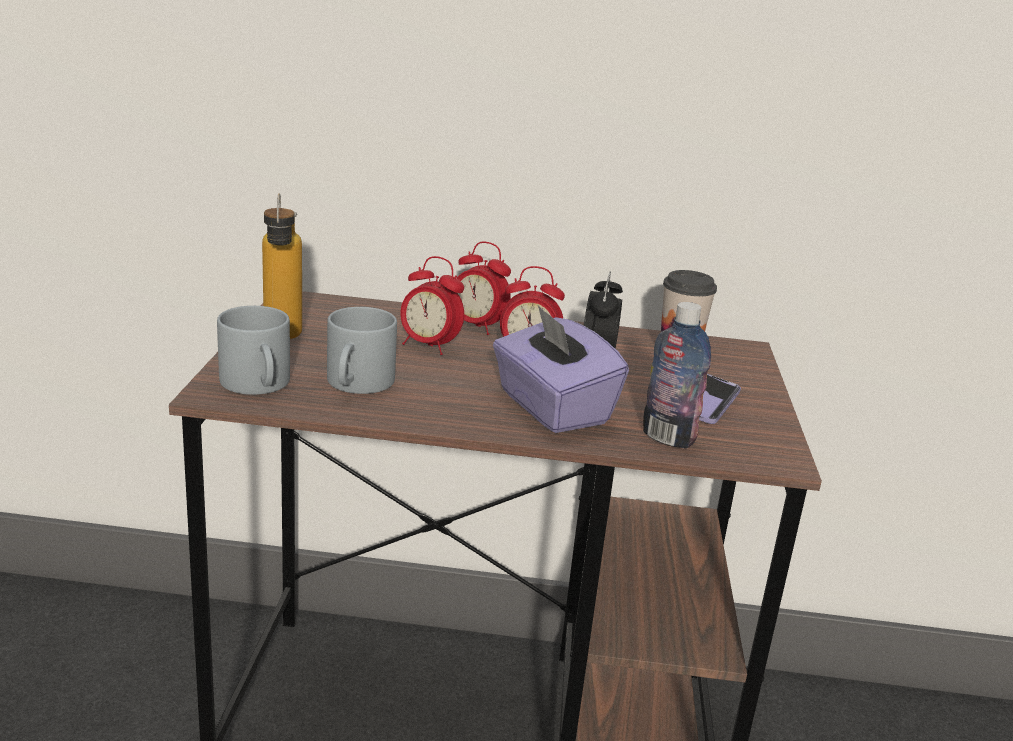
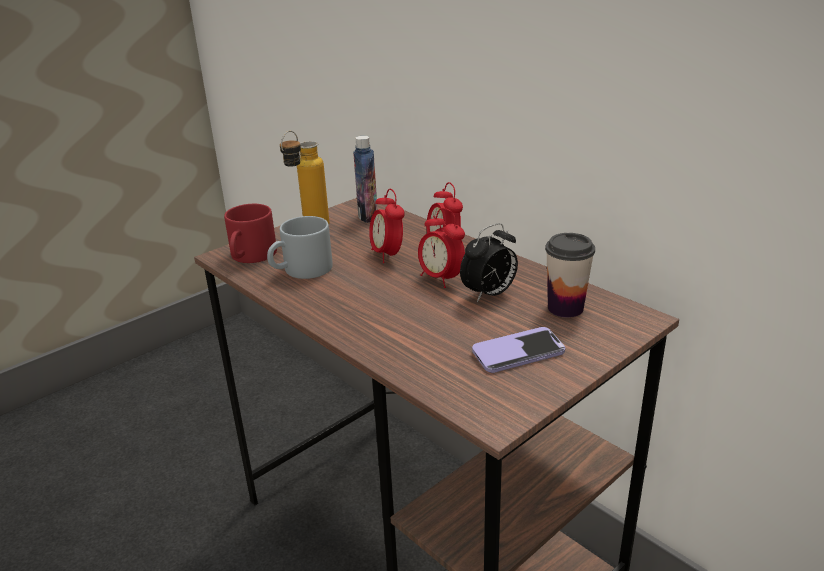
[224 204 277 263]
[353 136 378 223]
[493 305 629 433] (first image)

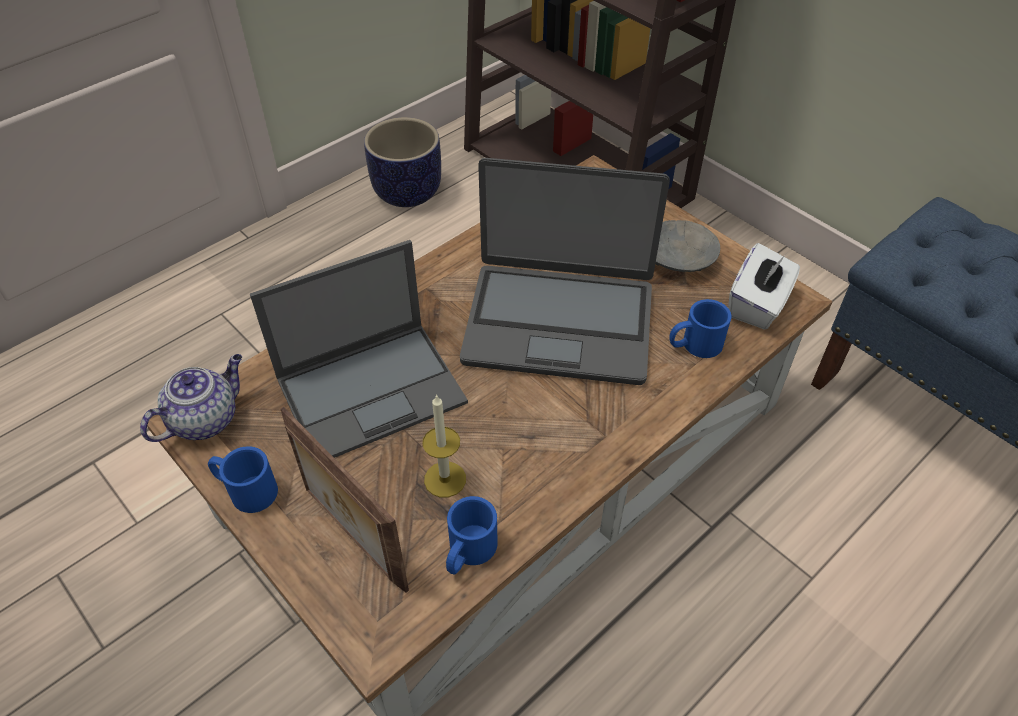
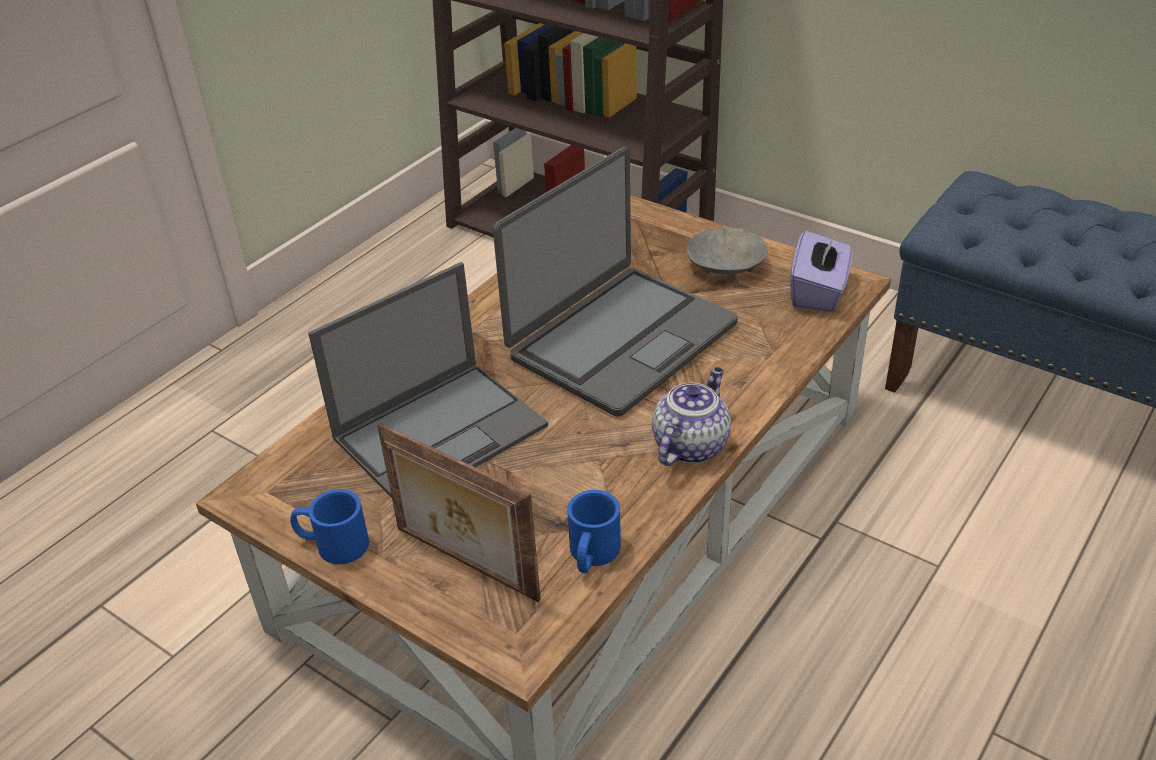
[493 147 738 417]
[652 367 731 466]
[790 231 853 313]
[364 117 441 207] (first image)
[422 394 466 498] (first image)
[669 299 732 358] (first image)

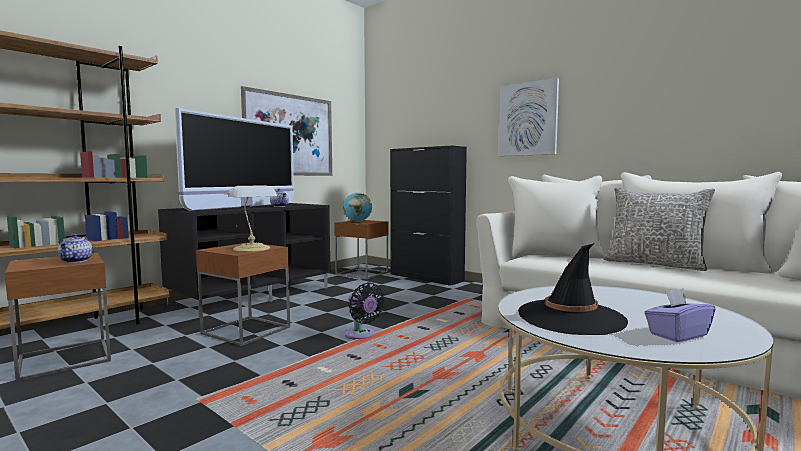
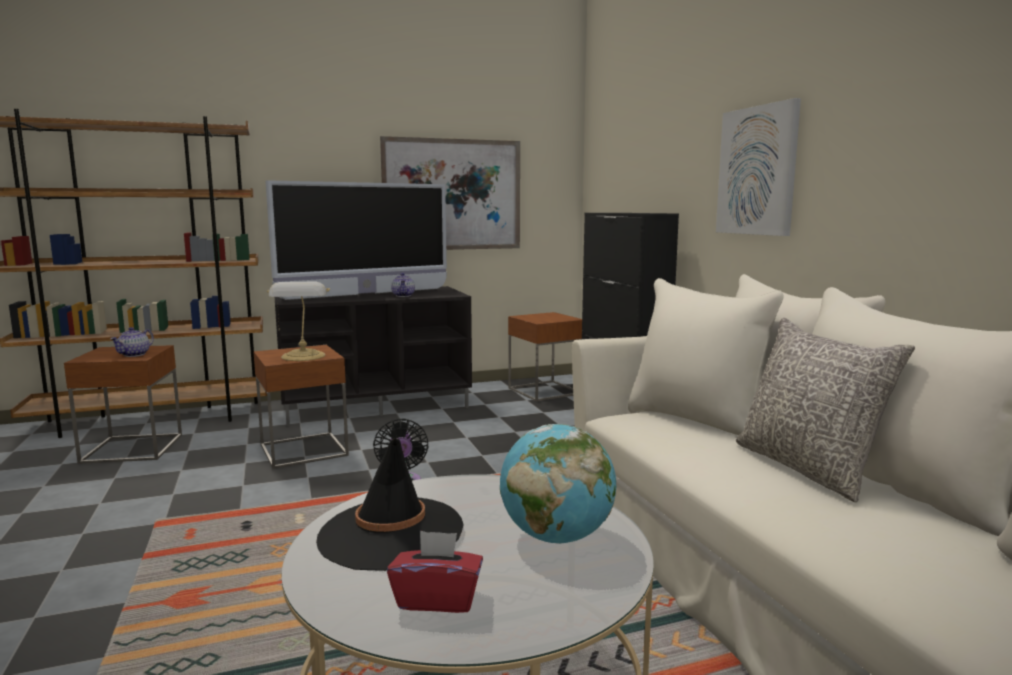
[387 530 483 613]
[500 424 616 544]

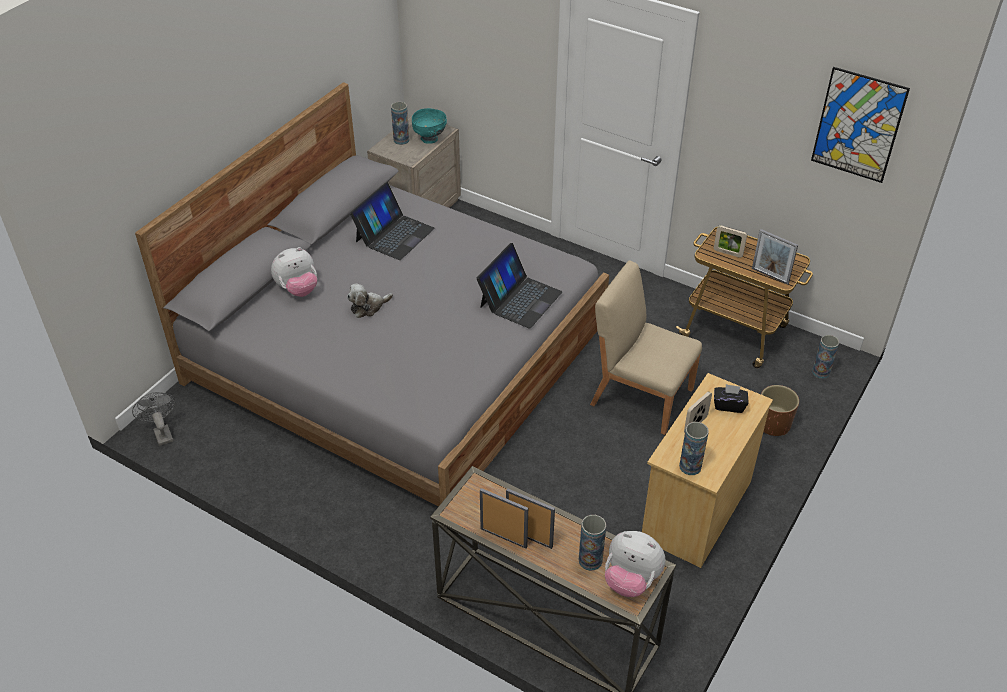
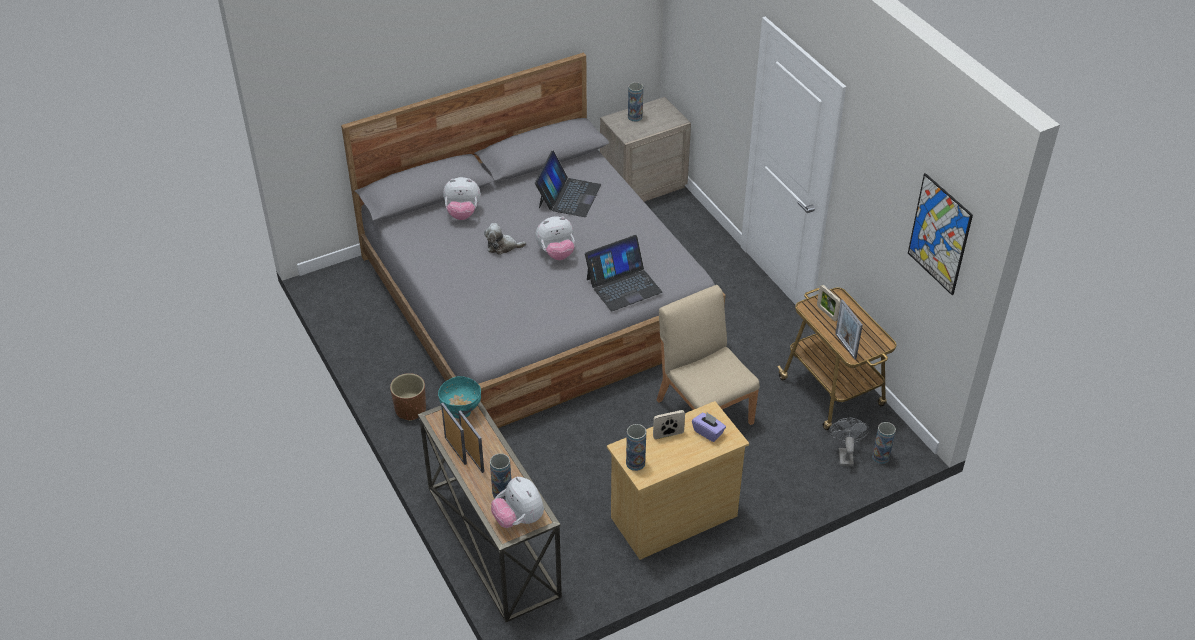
[390 373 426 421]
[438 376 481 419]
[535 150 601 217]
[535 216 575 260]
[692 412 726 442]
[829 418 869 466]

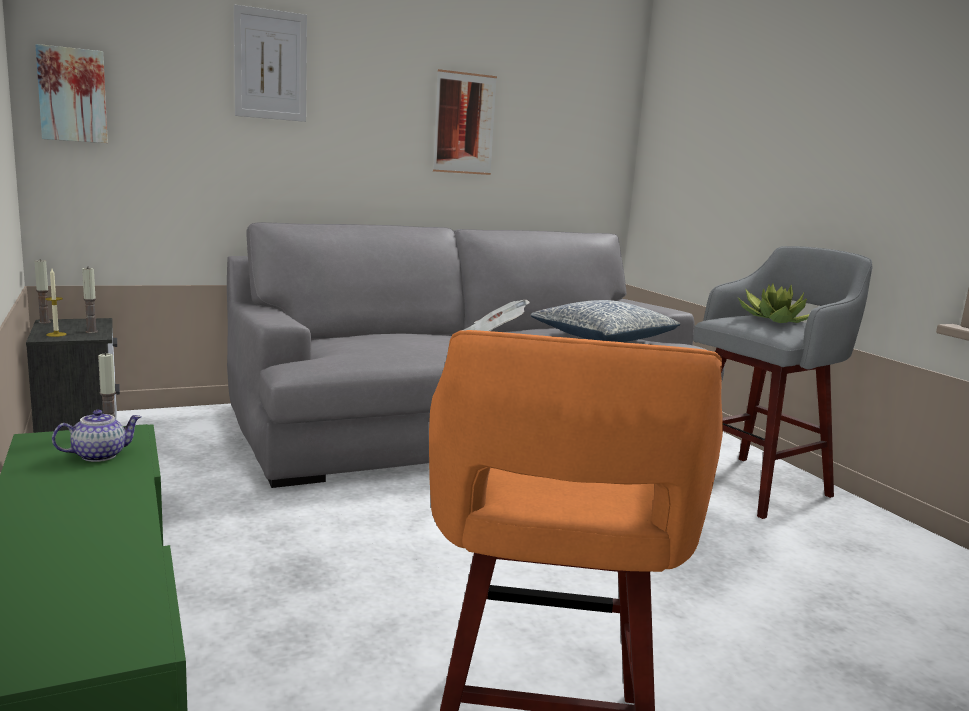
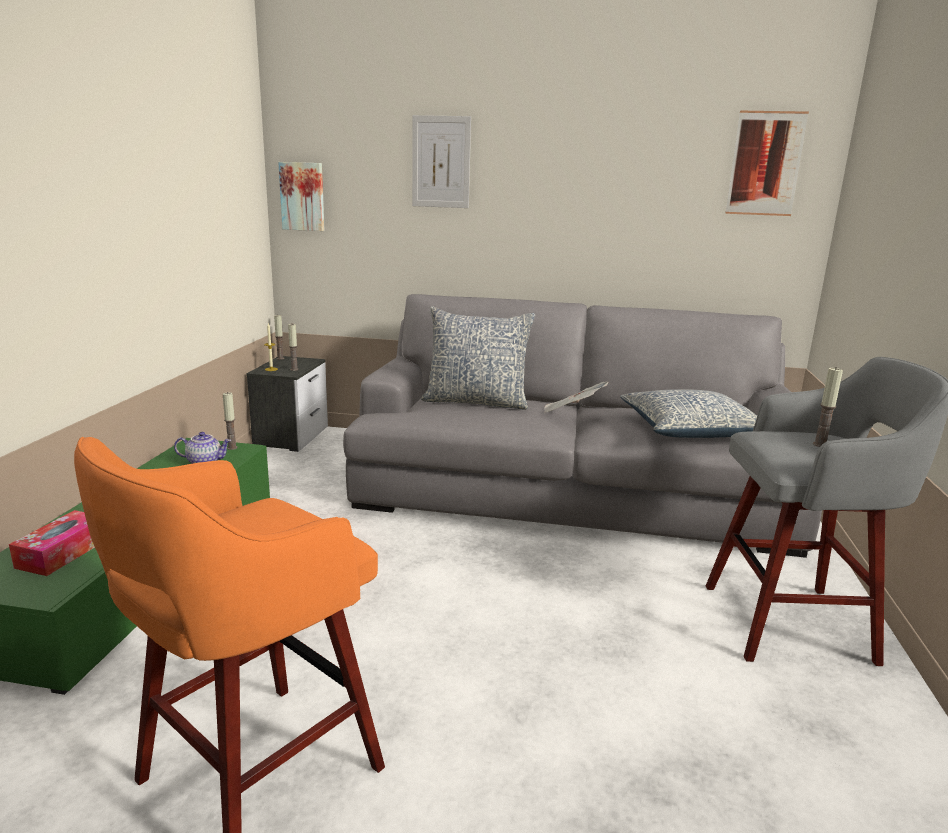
[9 510 95 576]
[421 306 535 410]
[725 111 809 216]
[813 368 843 447]

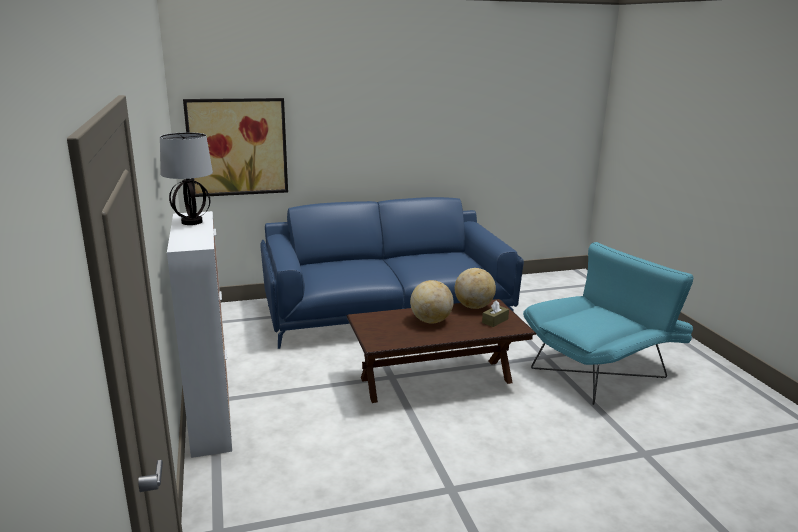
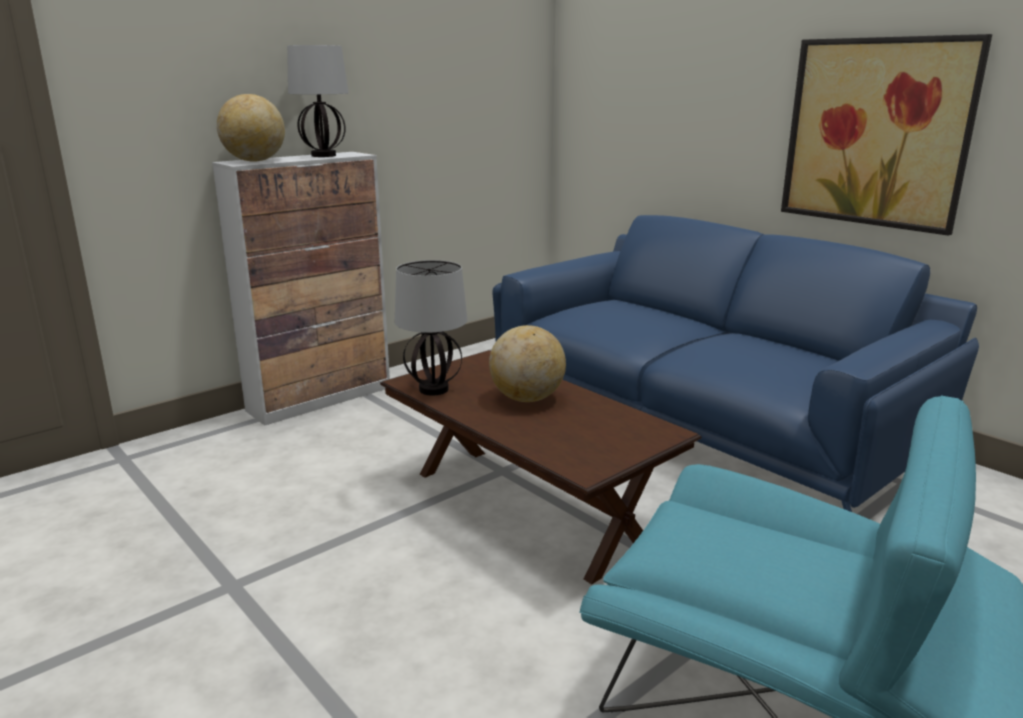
[217 94 285 162]
[395 260 467 396]
[781 34 992 236]
[482 301 509 327] (first image)

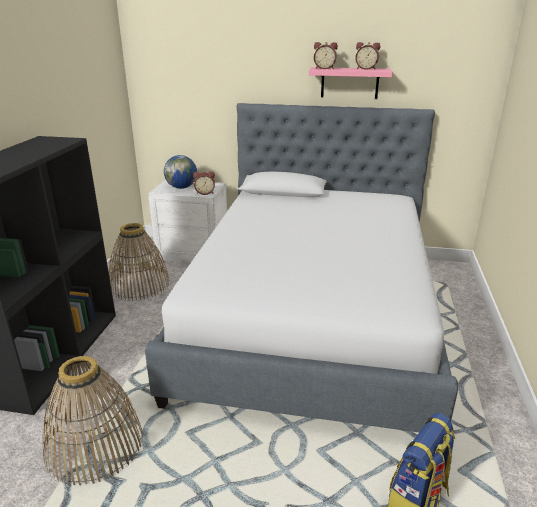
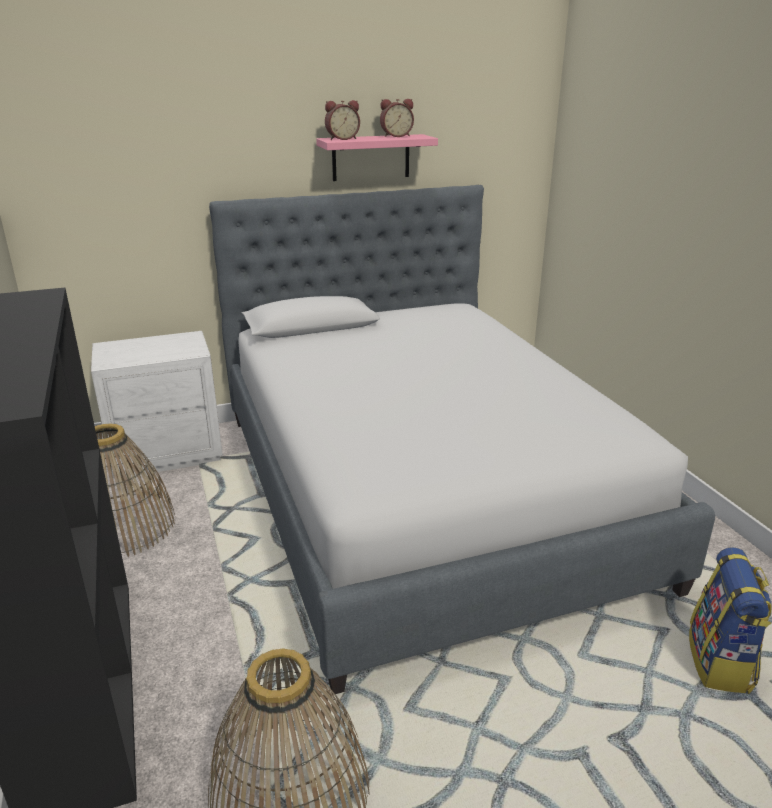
[164 155 197 189] (first image)
[193 171 215 195] (first image)

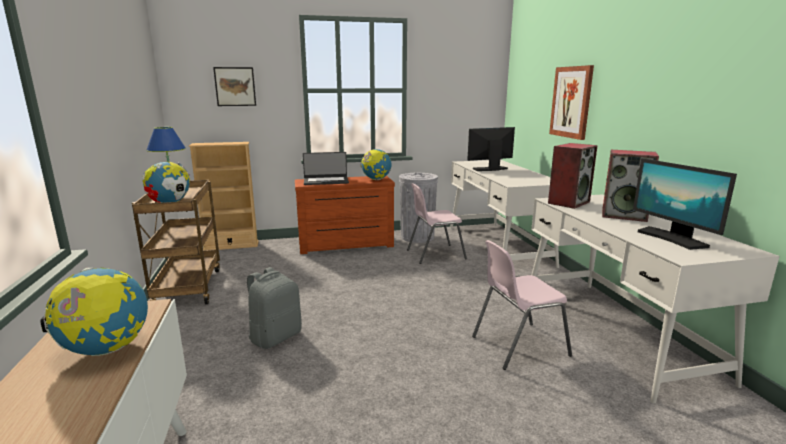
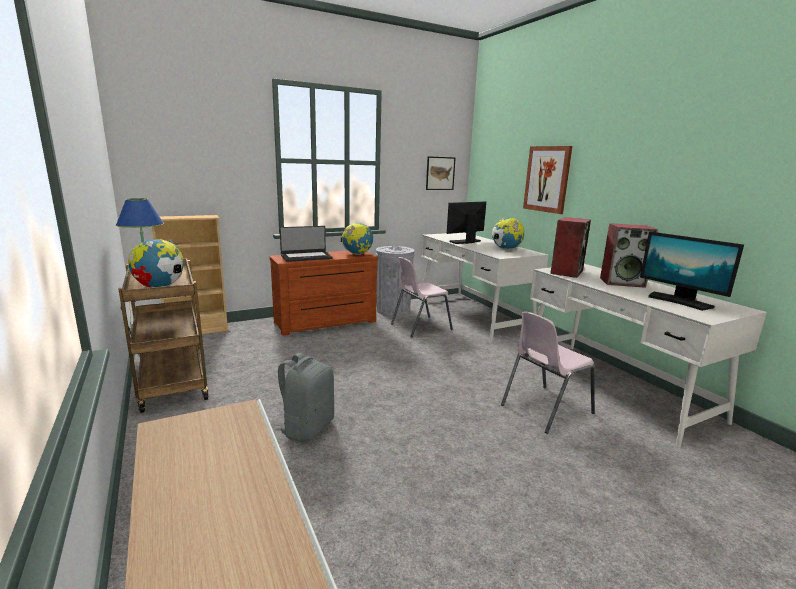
[426 156 456 190]
[492 218 525 250]

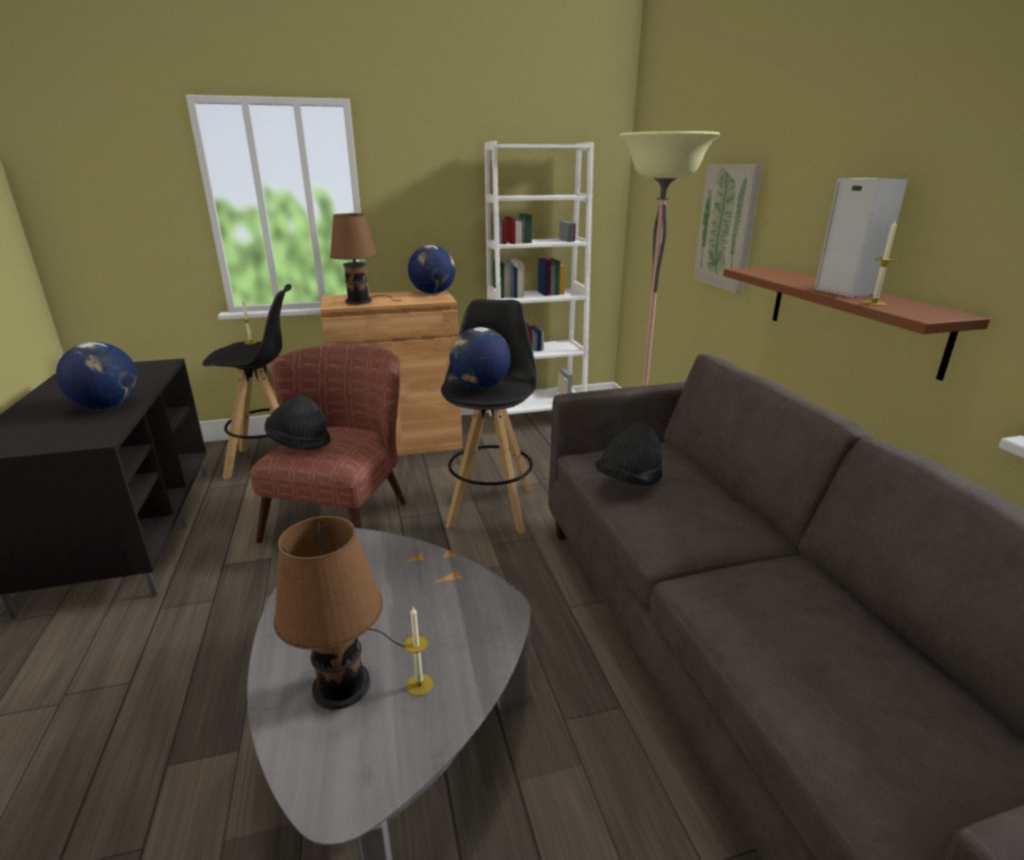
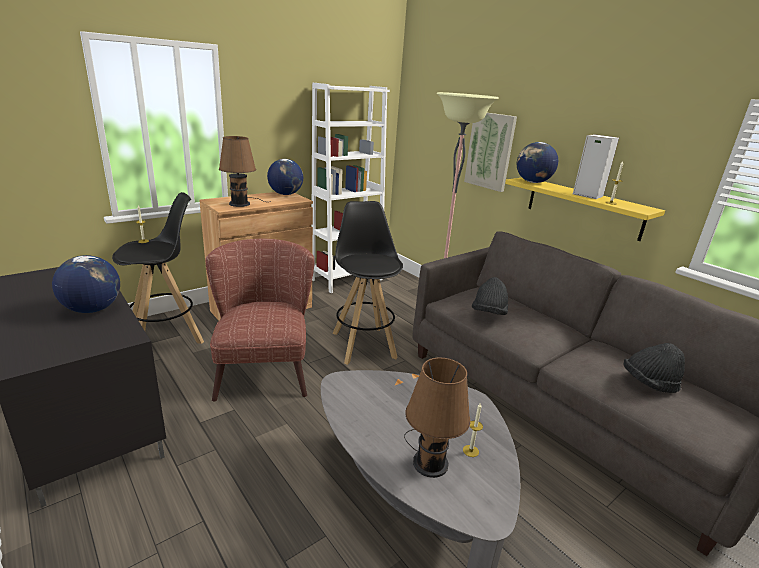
[505 178 665 241]
[517 142 558 183]
[623 343 685 393]

